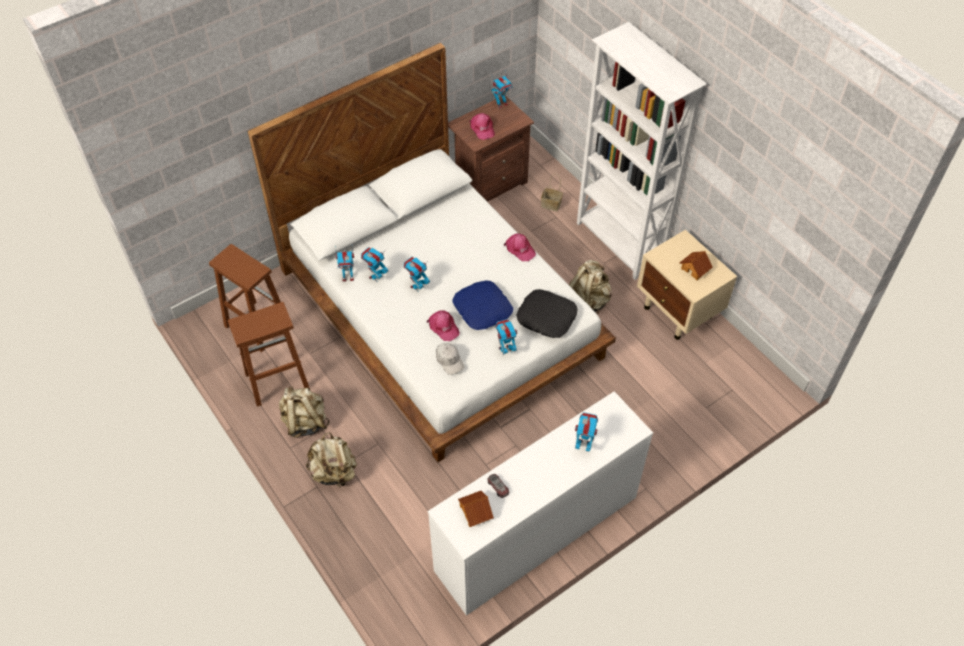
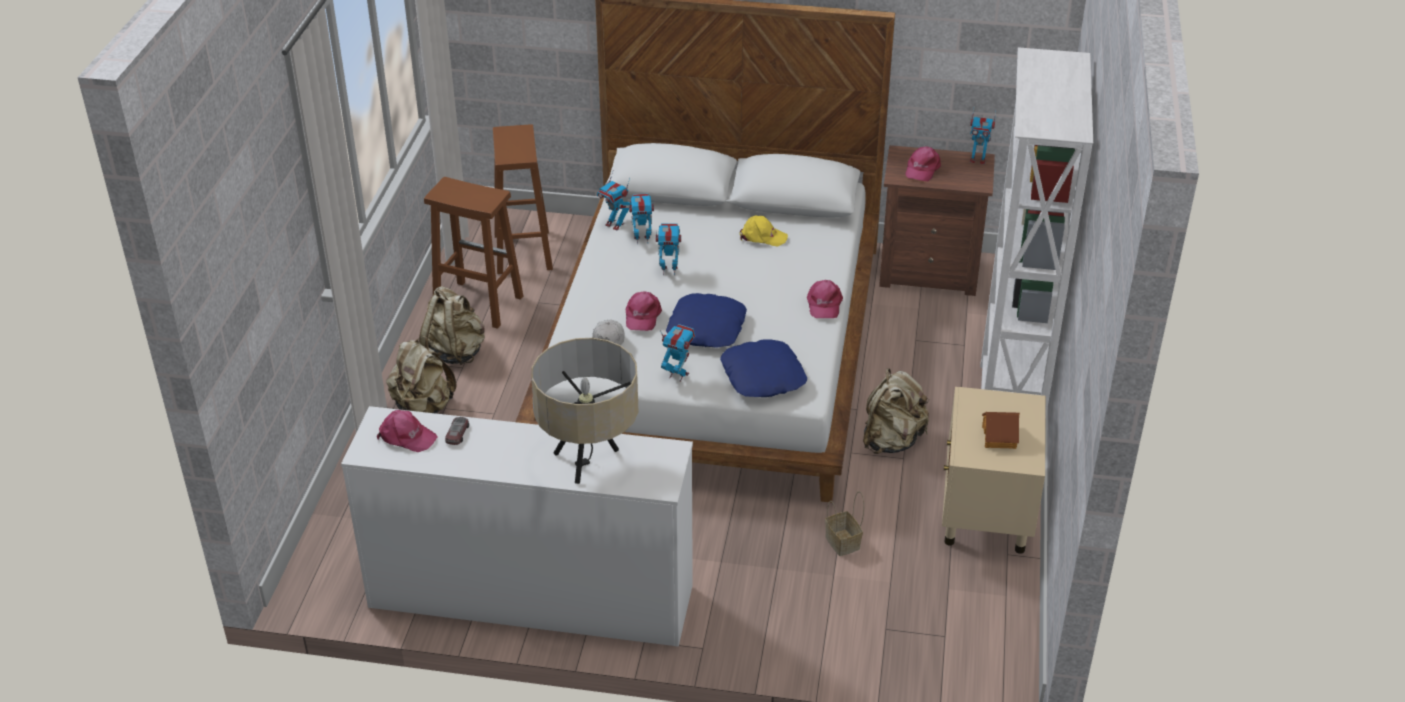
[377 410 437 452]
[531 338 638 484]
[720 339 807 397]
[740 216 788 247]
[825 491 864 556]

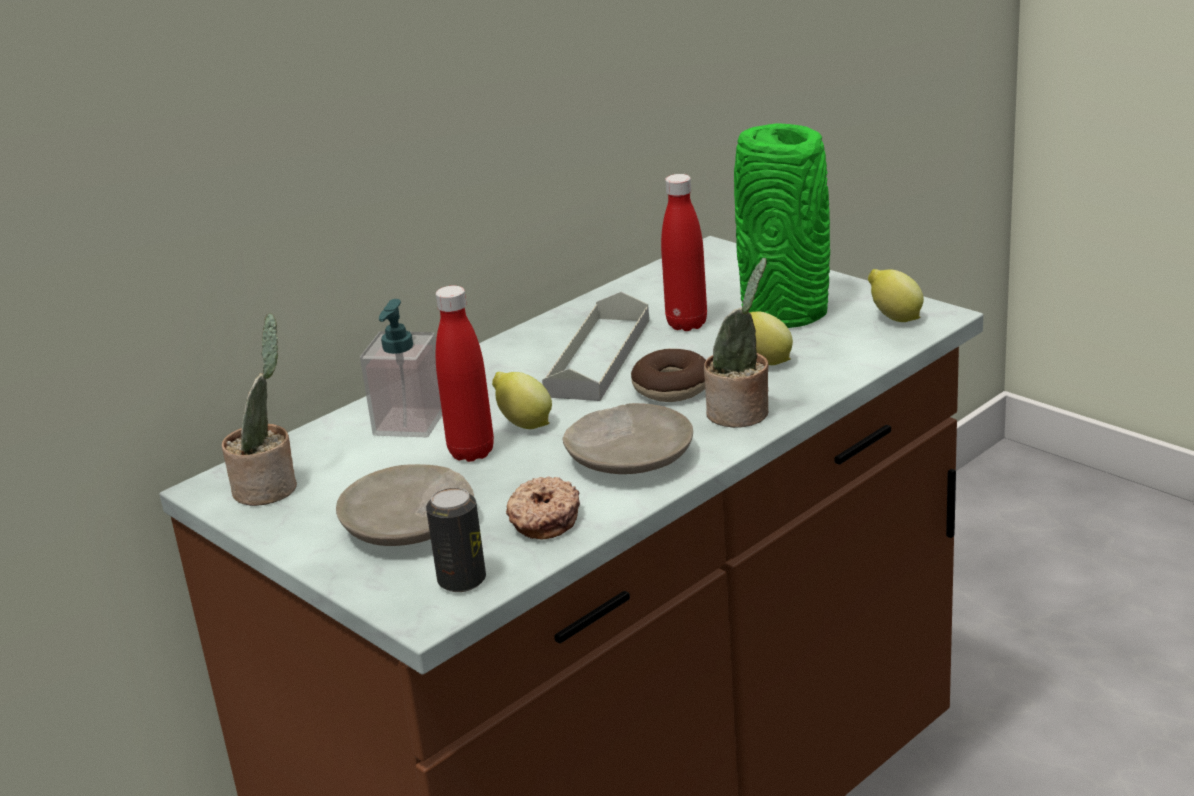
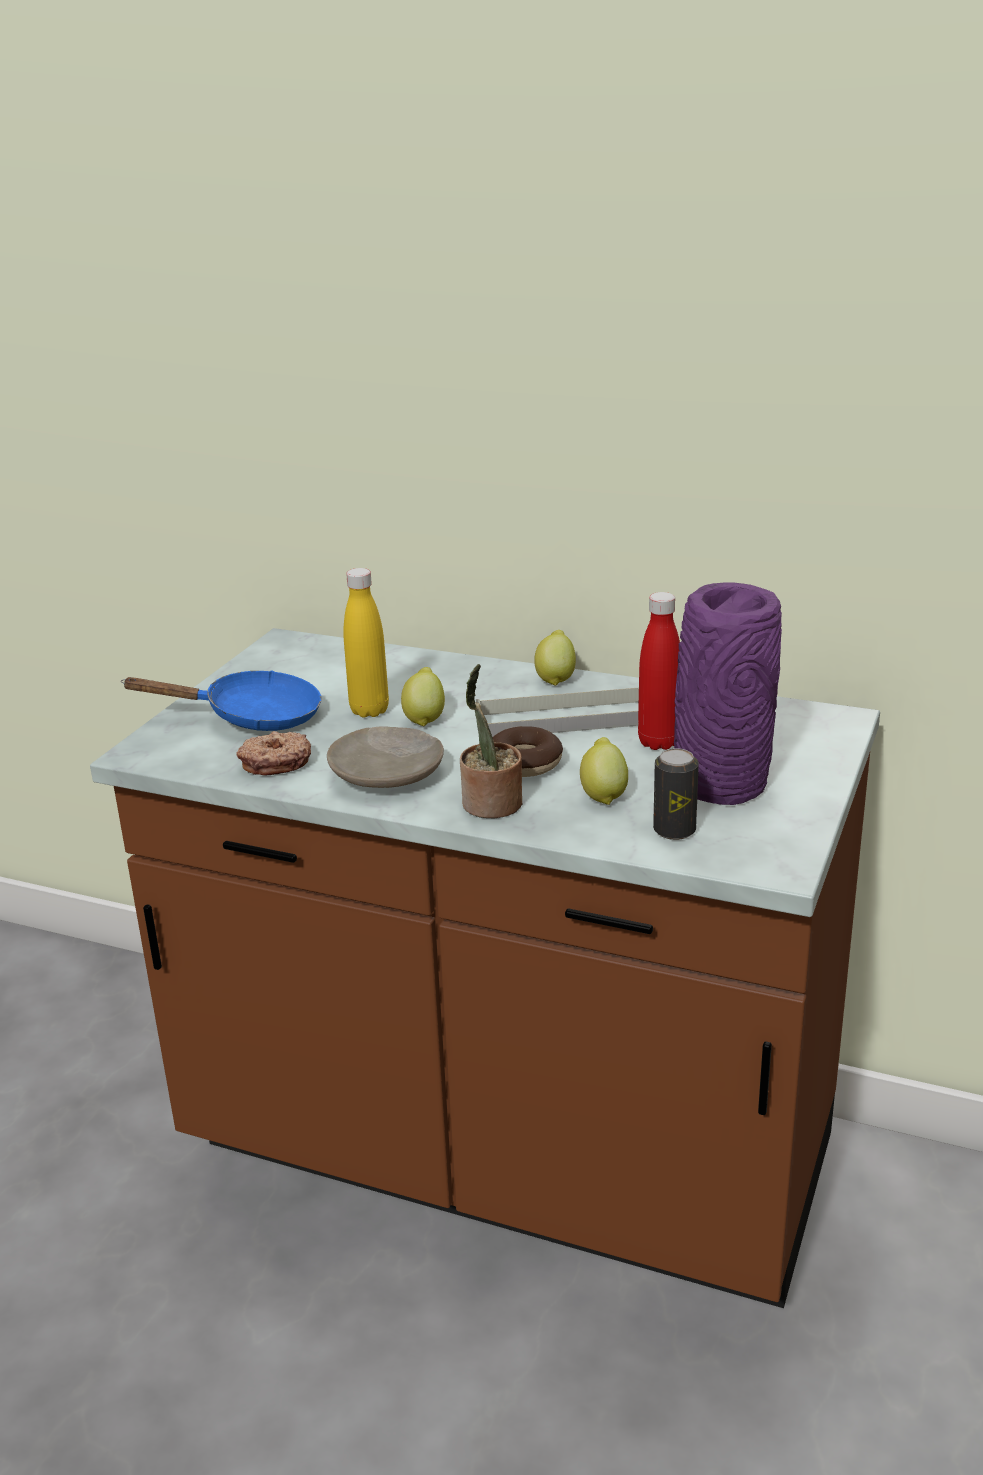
[121 670 321 731]
[343 568 389 718]
[534 630 576 686]
[653 748 699 840]
[674 582 782 805]
[222 313 297 506] (first image)
[360 299 442 438] (first image)

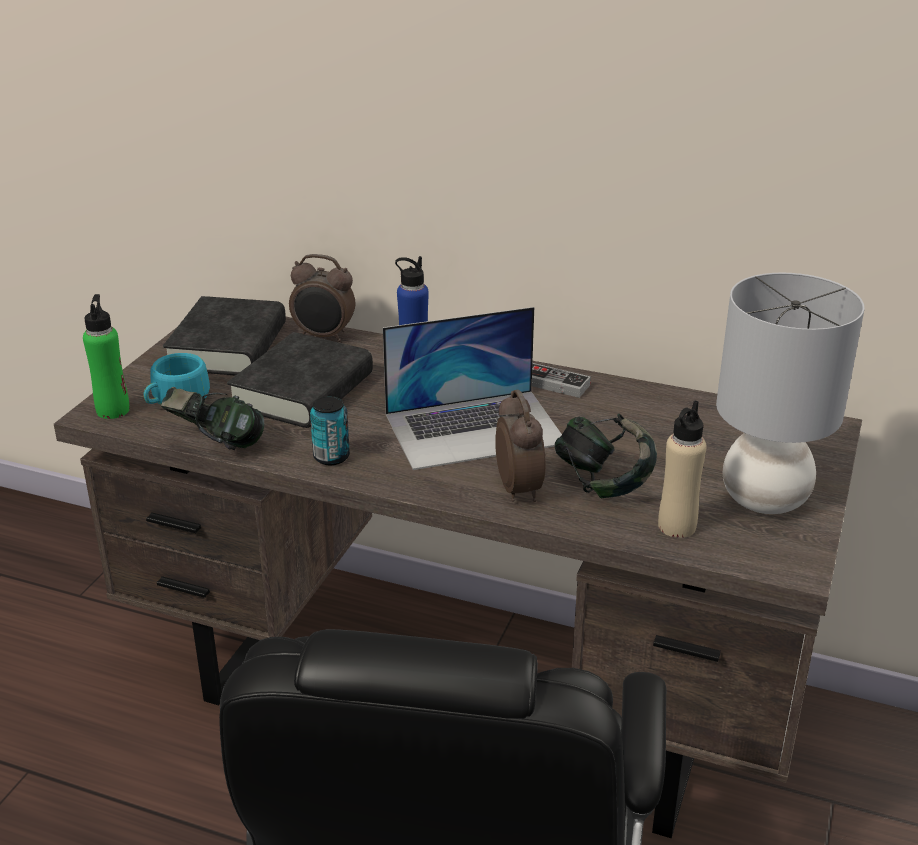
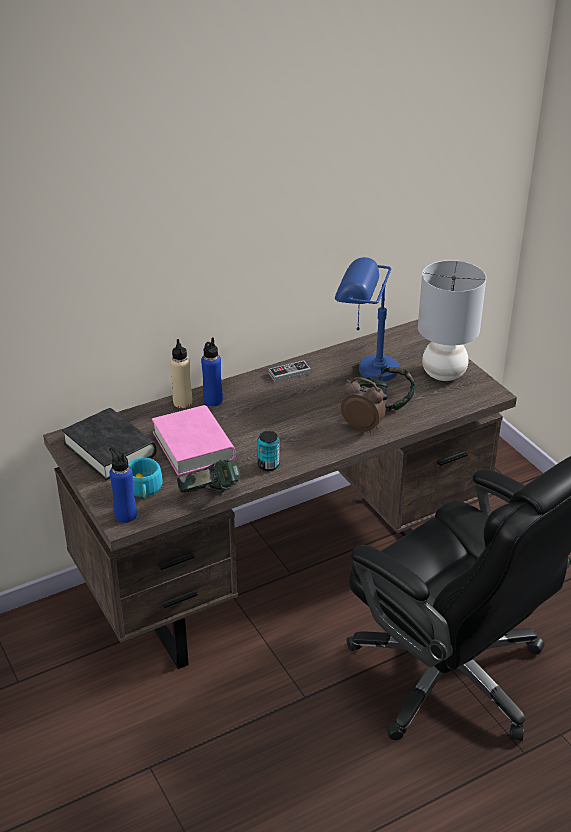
[109 447 137 523]
[152 405 236 476]
[170 339 192 408]
[335 257 399 381]
[289 254 355 342] (first image)
[383 307 562 470] (first image)

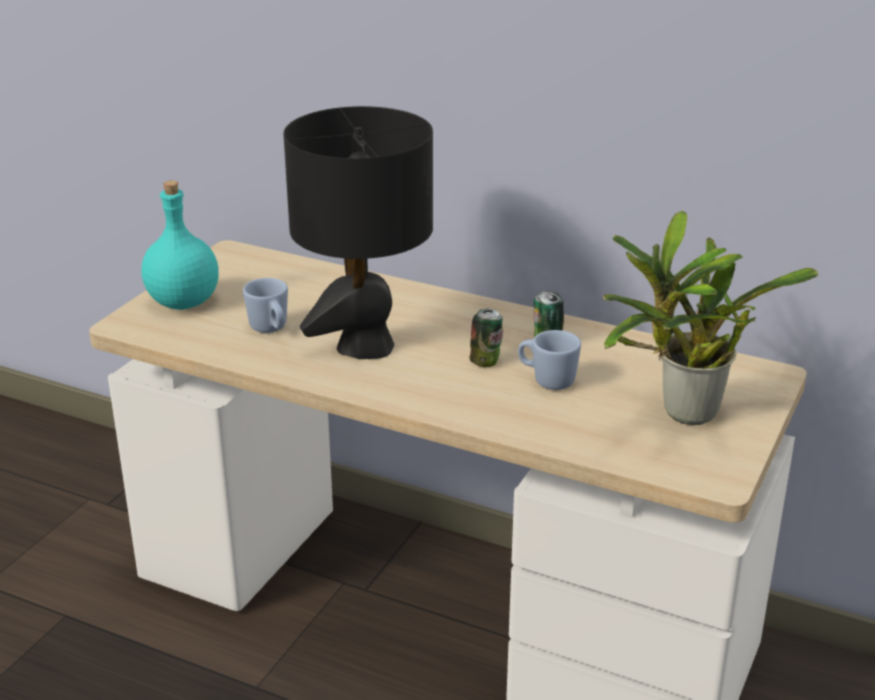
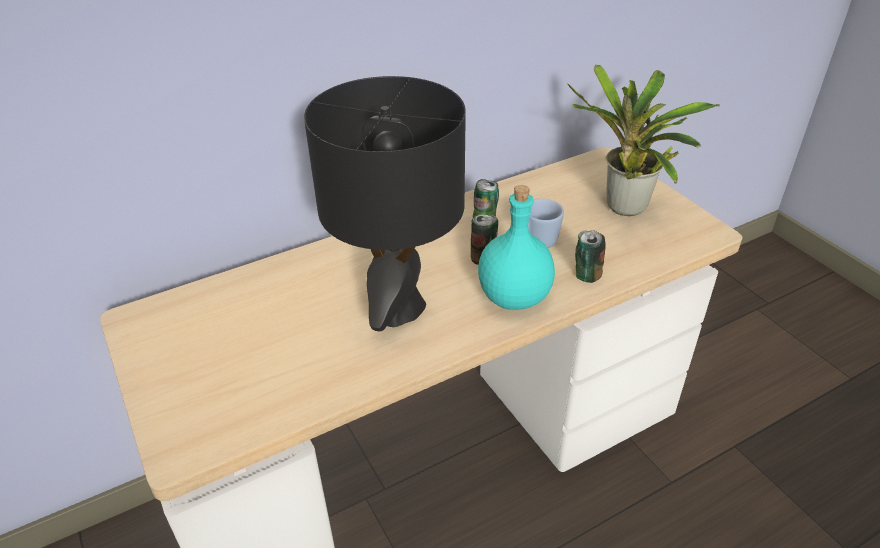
[478 185 555 310]
[575 230 606 283]
[243 278 288 333] (first image)

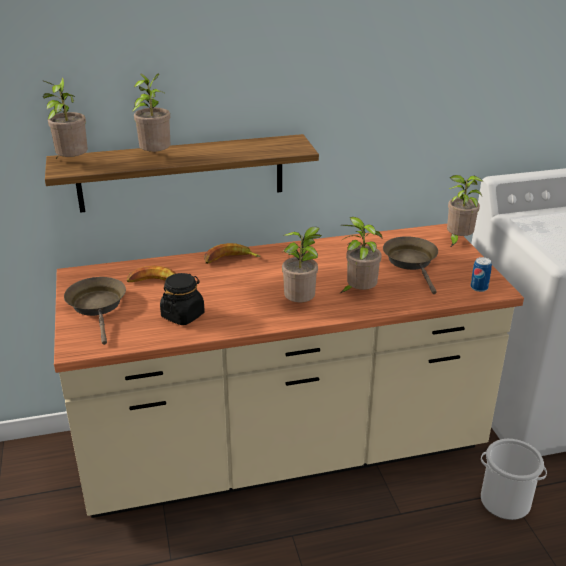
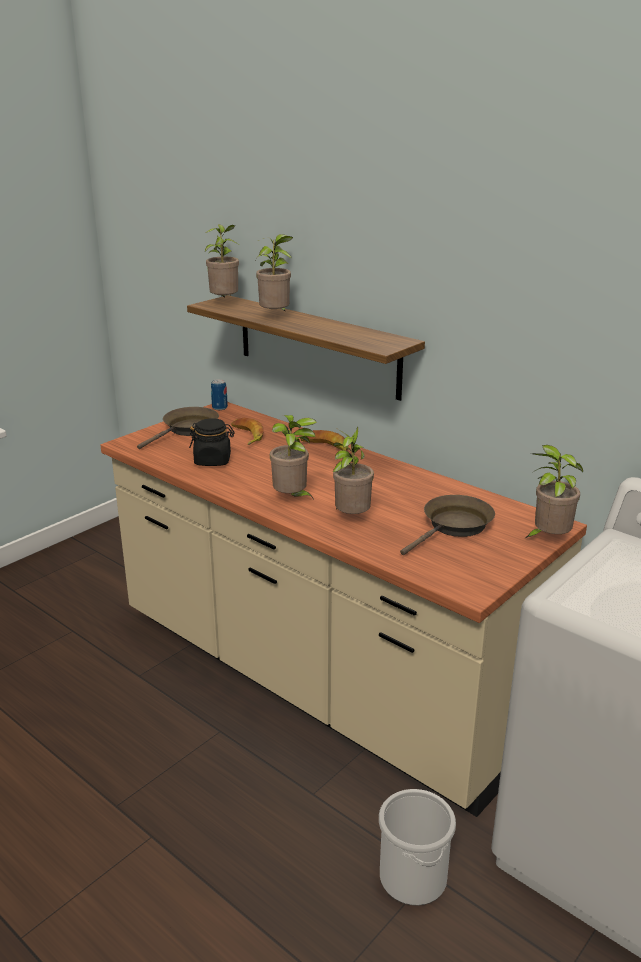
[211 379 228 410]

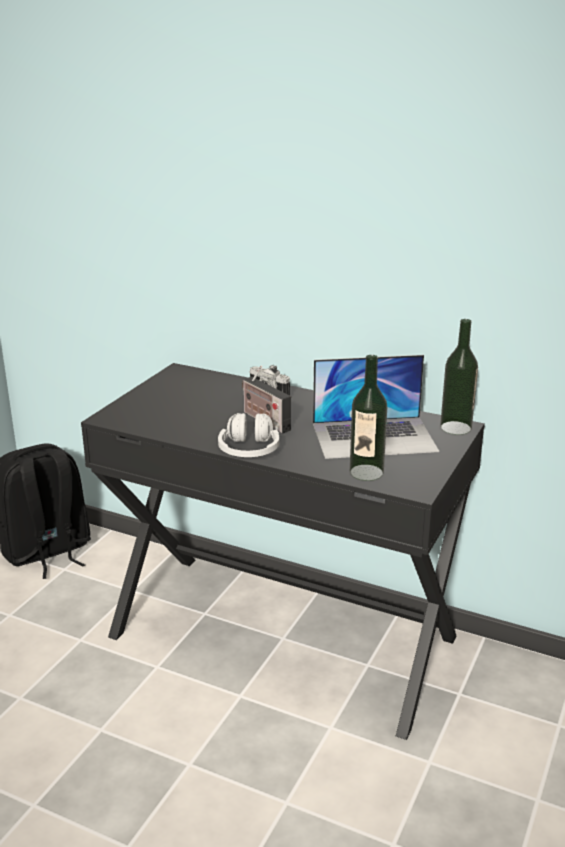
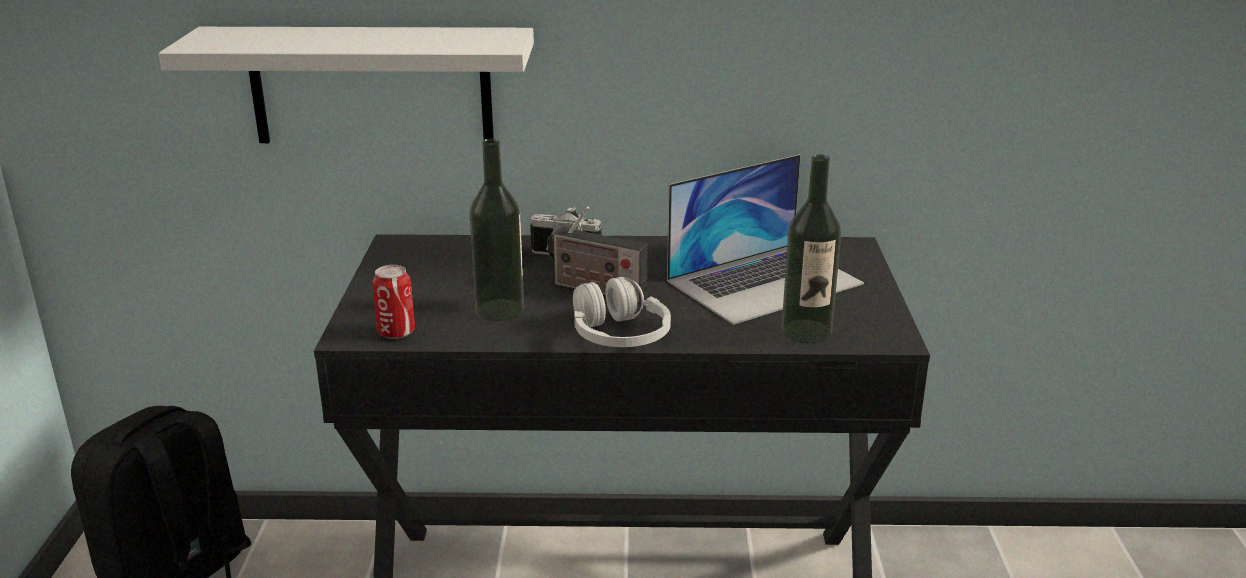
[159 27 534 143]
[372 265 415 339]
[469 139 524 321]

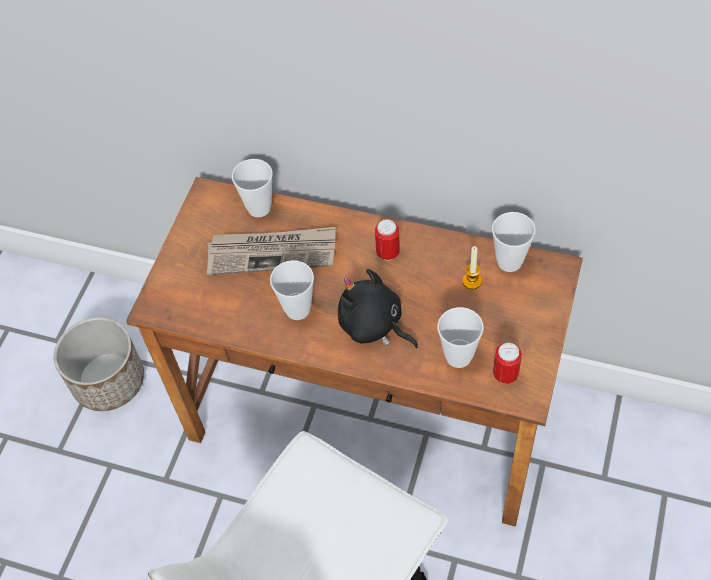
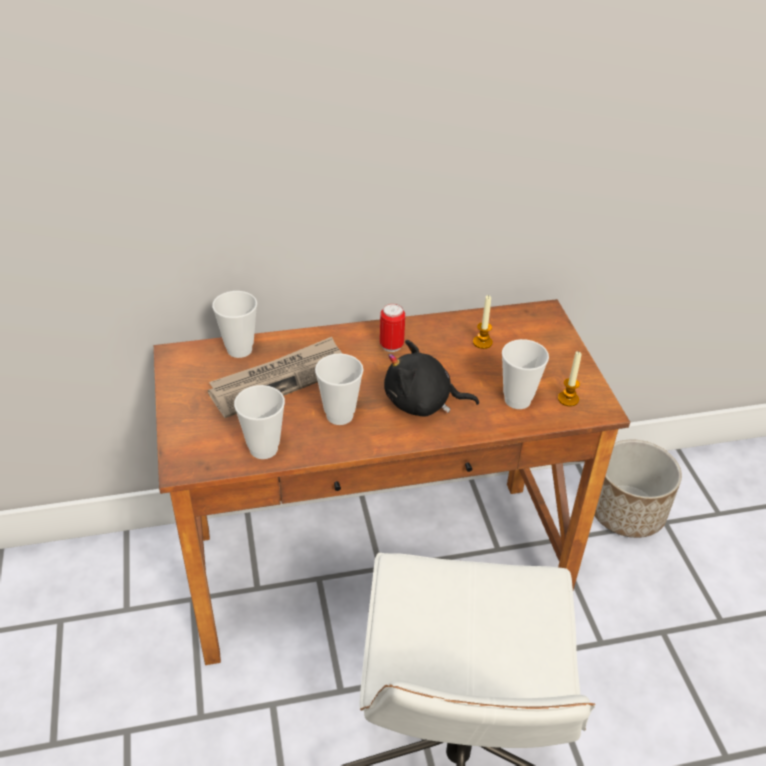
[234 385 285 459]
[558 351 581 407]
[594 440 682 538]

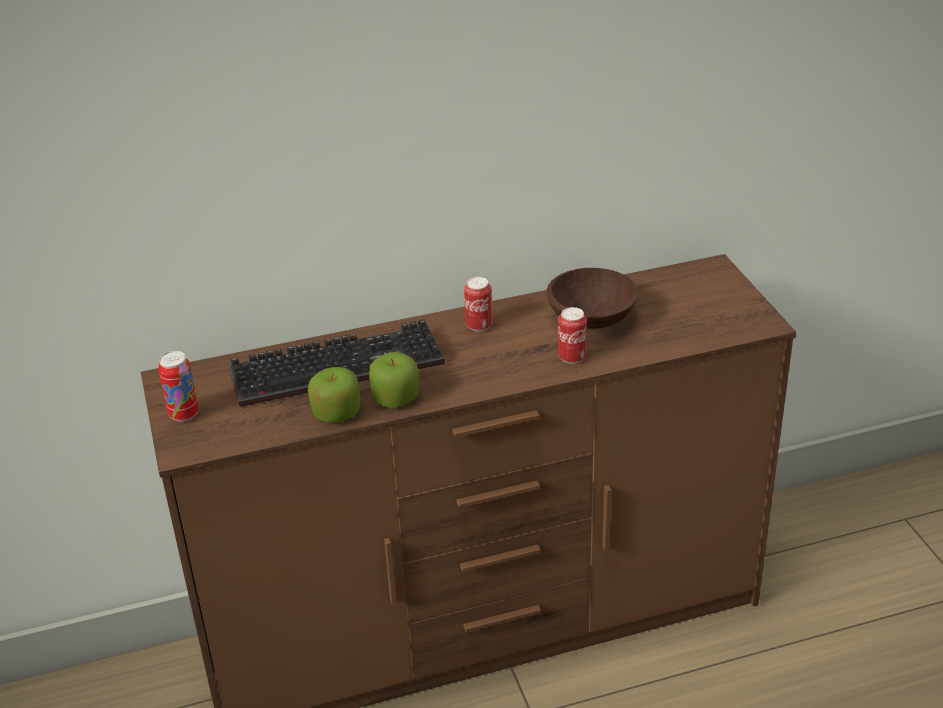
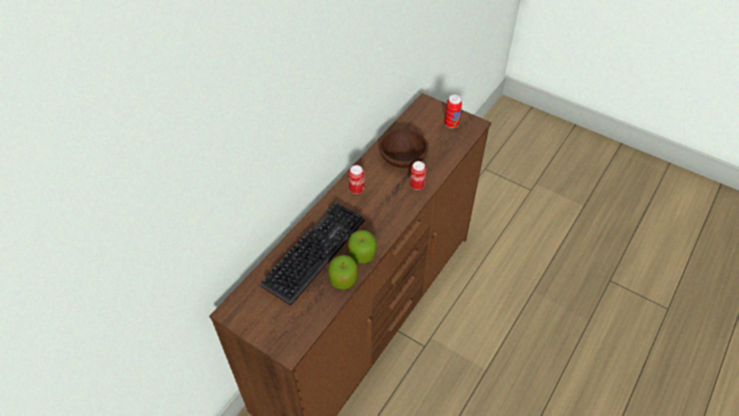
[445 95 462 128]

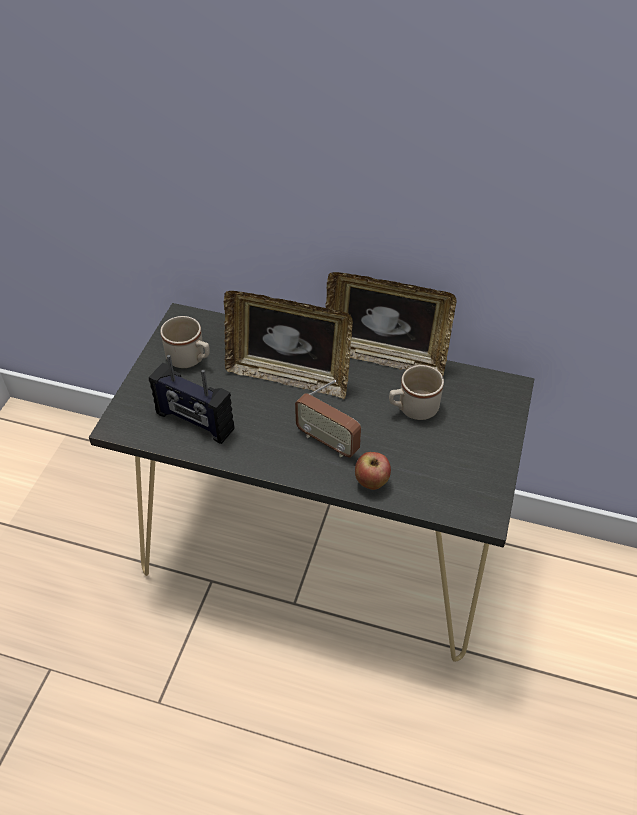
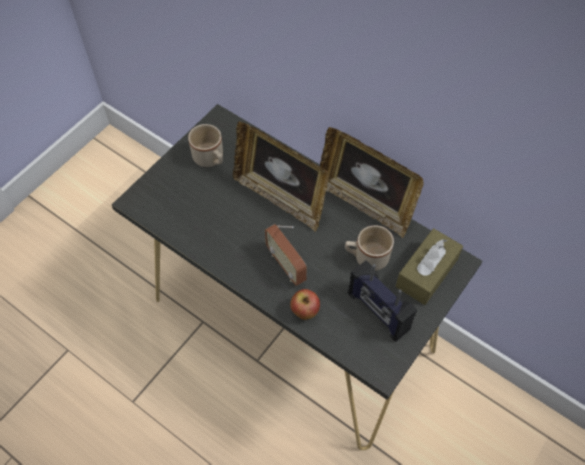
[348 260 417 342]
[396 228 463 305]

